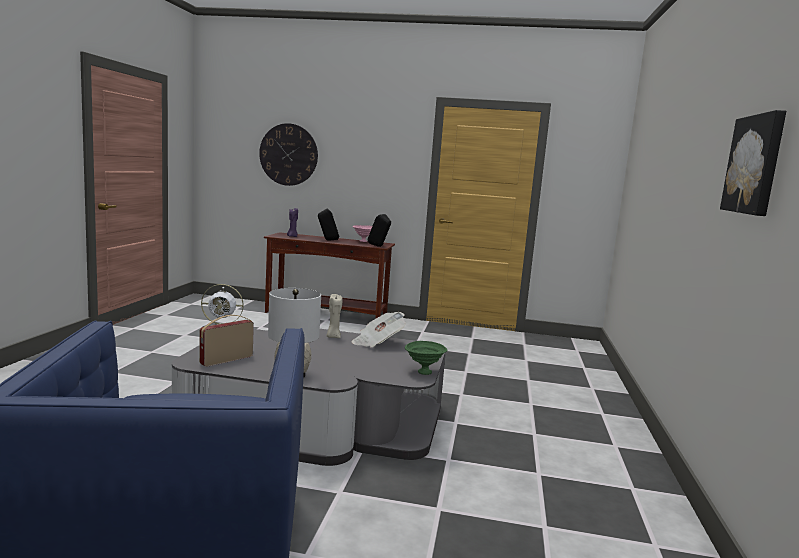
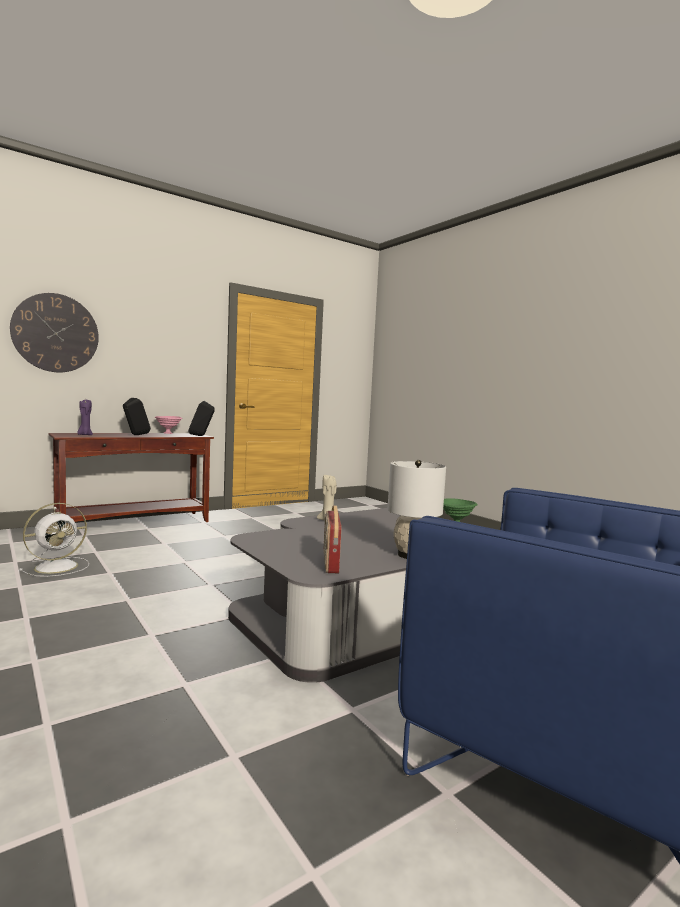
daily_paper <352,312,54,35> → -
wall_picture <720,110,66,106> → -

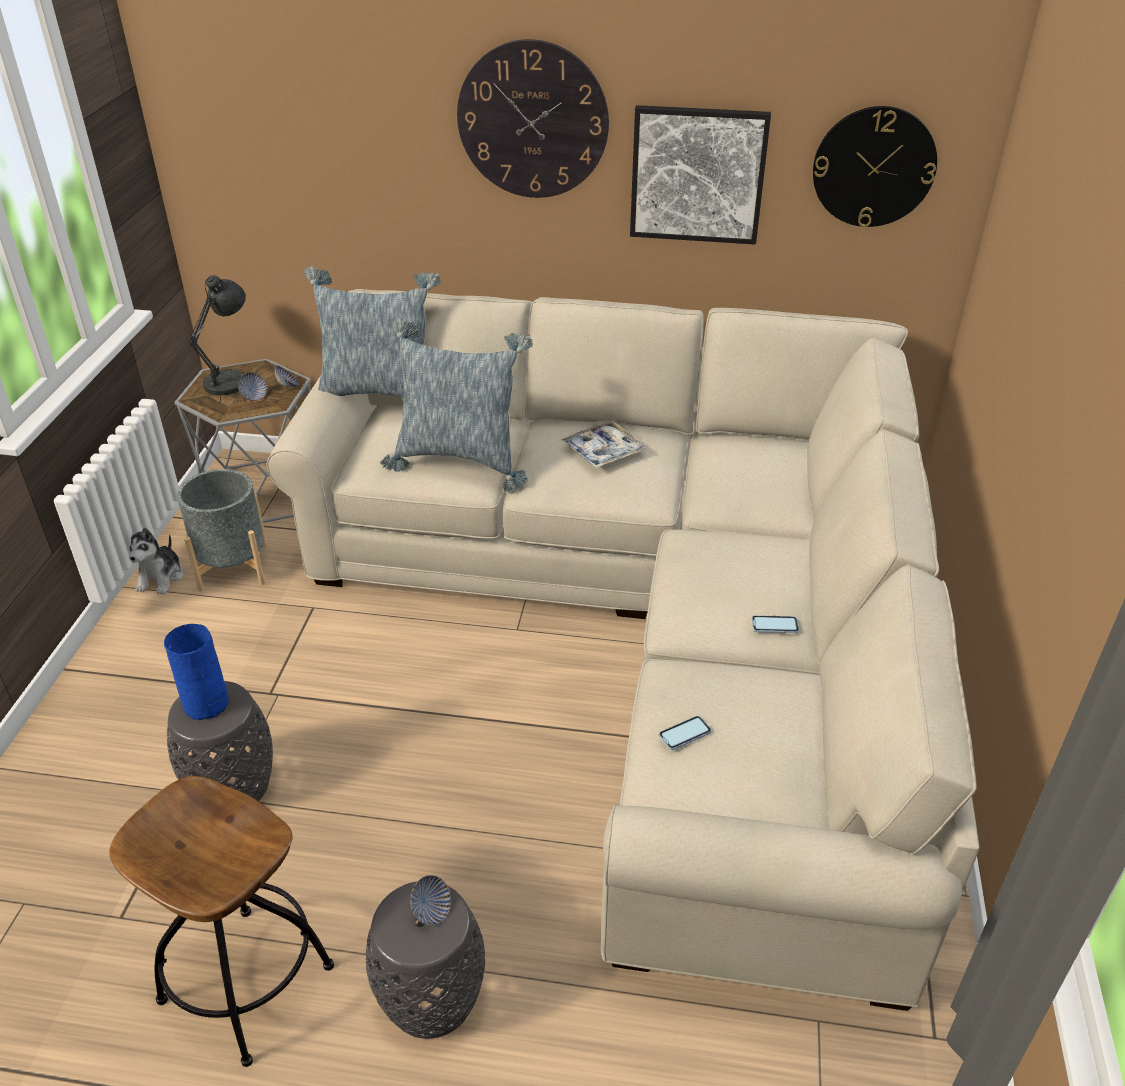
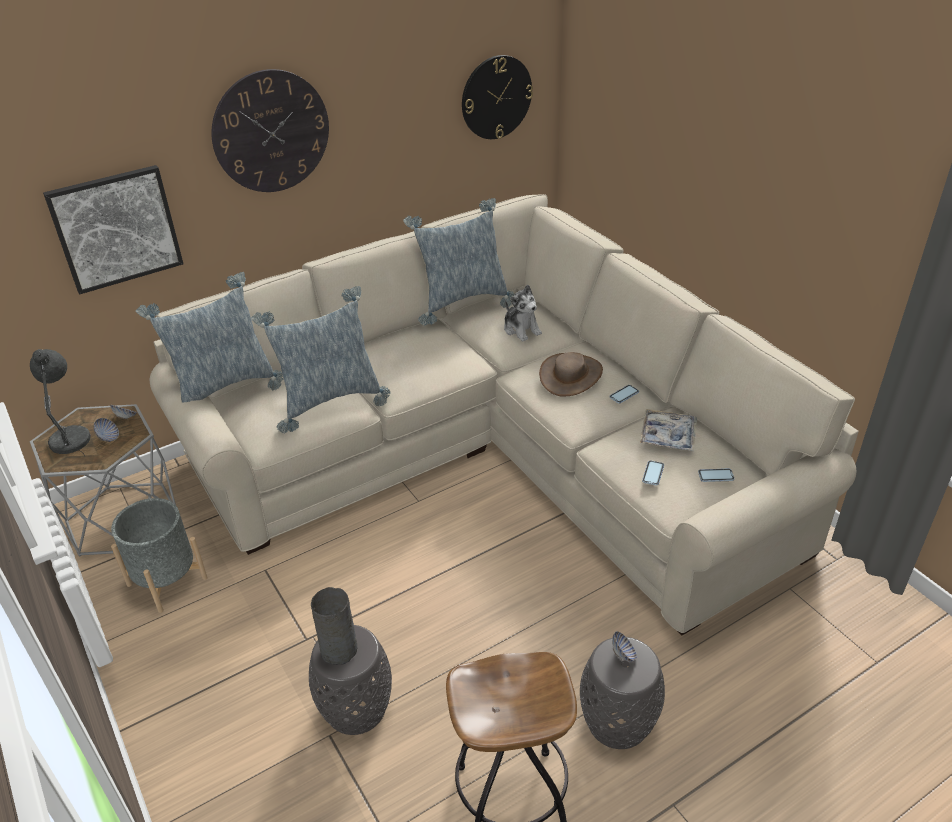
soft_toy <129,528,54,66> → soft_toy <504,285,38,56>, move
blue-coloured_flower_vase <164,624,65,96> → greyish_flower_vase <311,587,46,78>
carrying_tray <561,420,85,48> → carrying_tray <640,409,57,42>, move
wall_picture <630,105,141,140> → wall_picture <43,165,140,129>, move
- → pillow <403,198,112,127>
- → brown_clothing_hat <539,352,64,44>
- → handset <698,468,36,14>

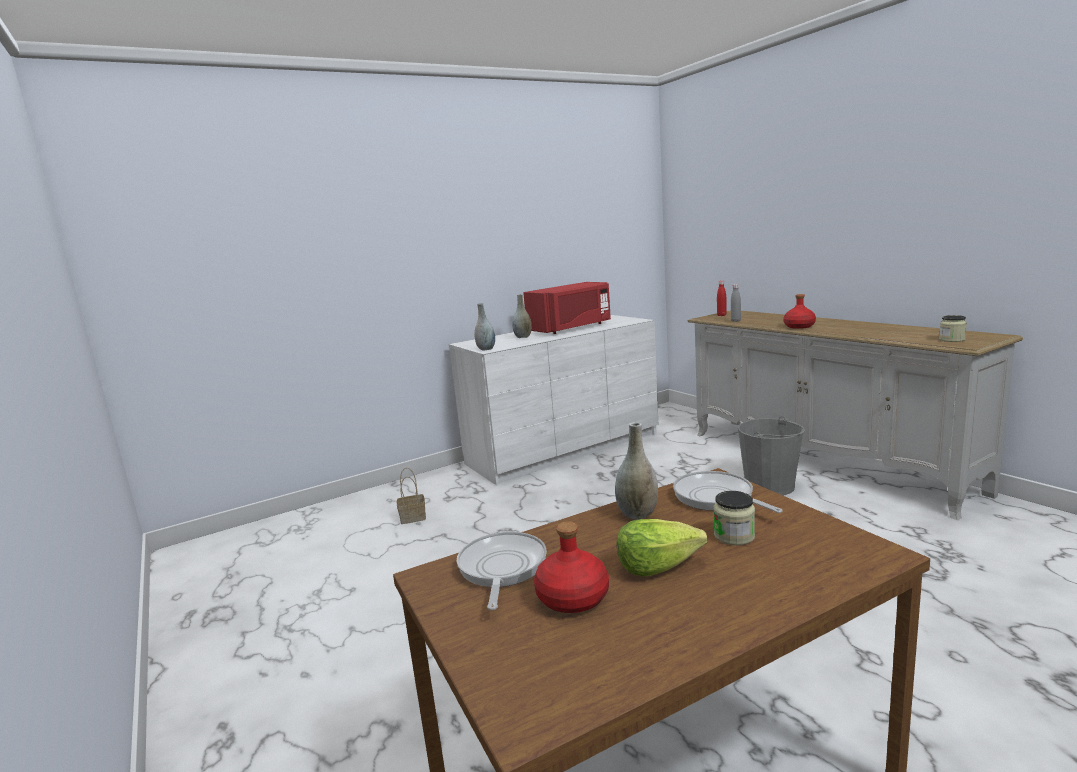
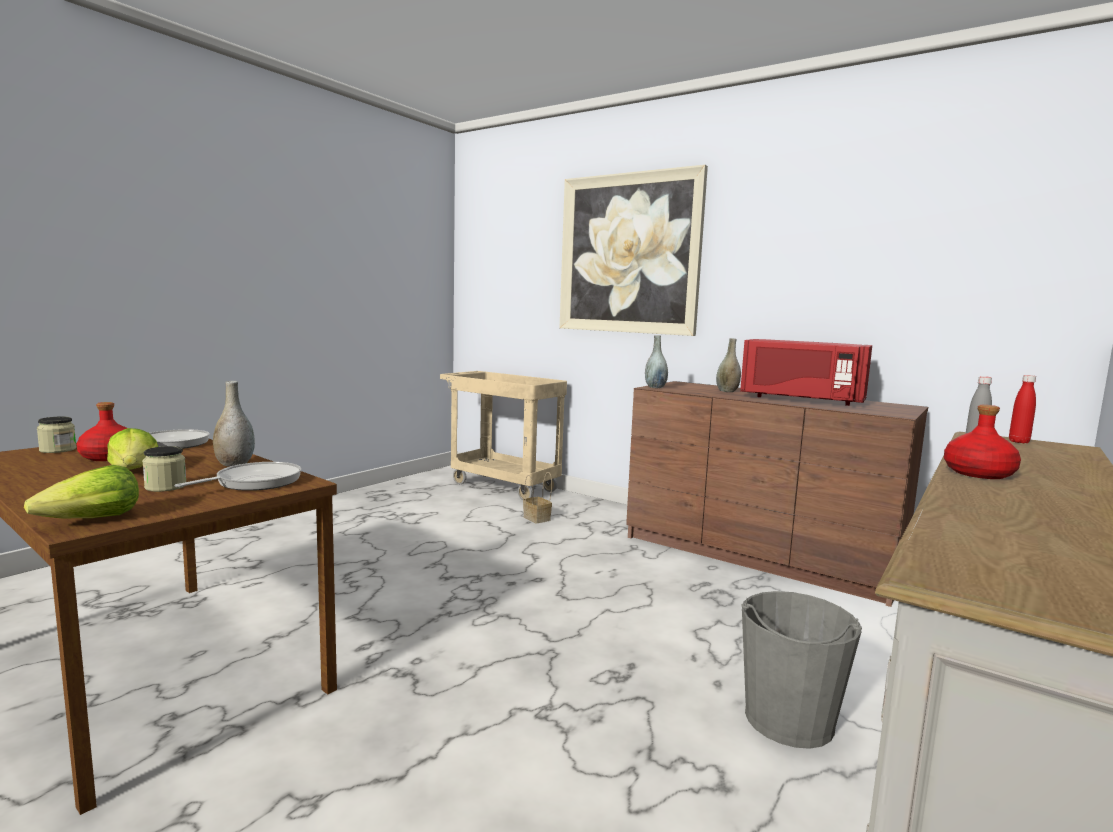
white-coloured_dresser <448,315,210,170> → brown_dresser <626,381,302,226>
preserve_jar <939,315,28,27> → preserve_jar <37,417,40,36>, move
- → lettuce <24,465,115,54>
- → sand-coloured_trolley <440,371,127,129>
- → wall_picture <560,165,148,171>

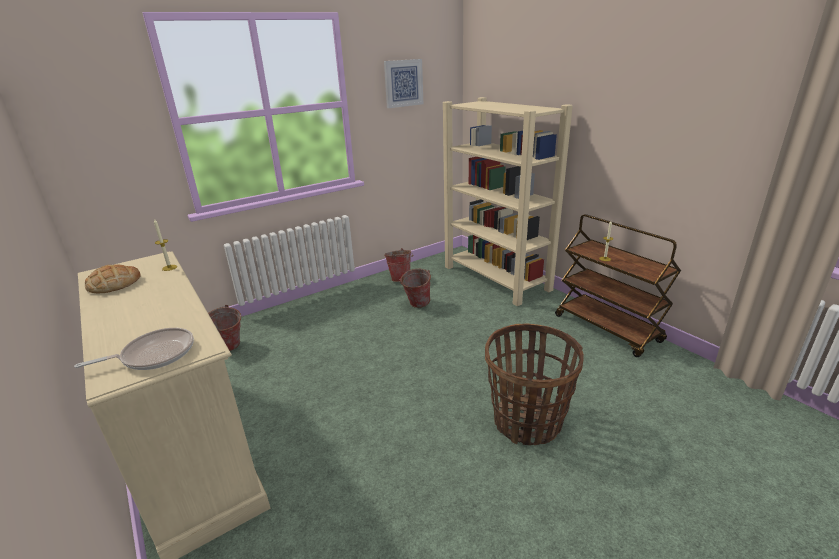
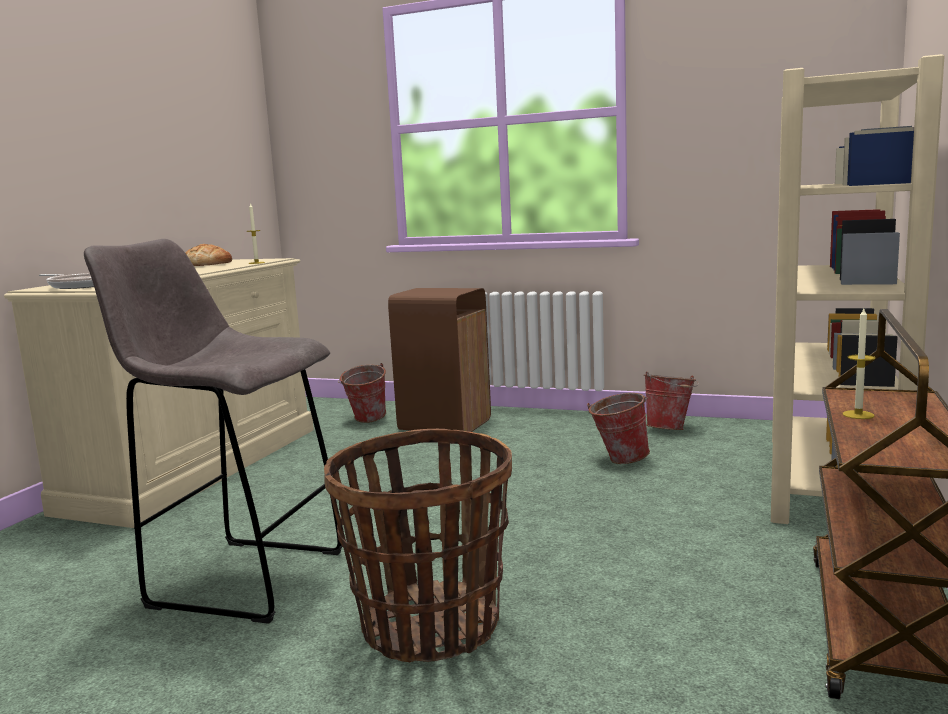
wall_picture <384,59,39,49> → -
- → greyish_stool <84,239,258,385>
- → brown_waste_bin <388,288,103,144>

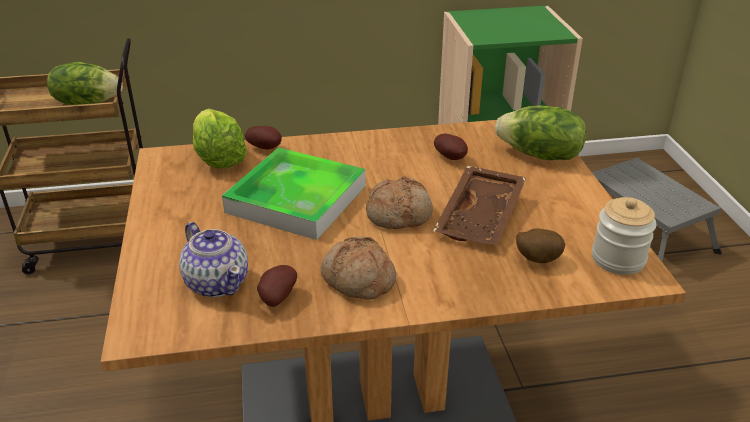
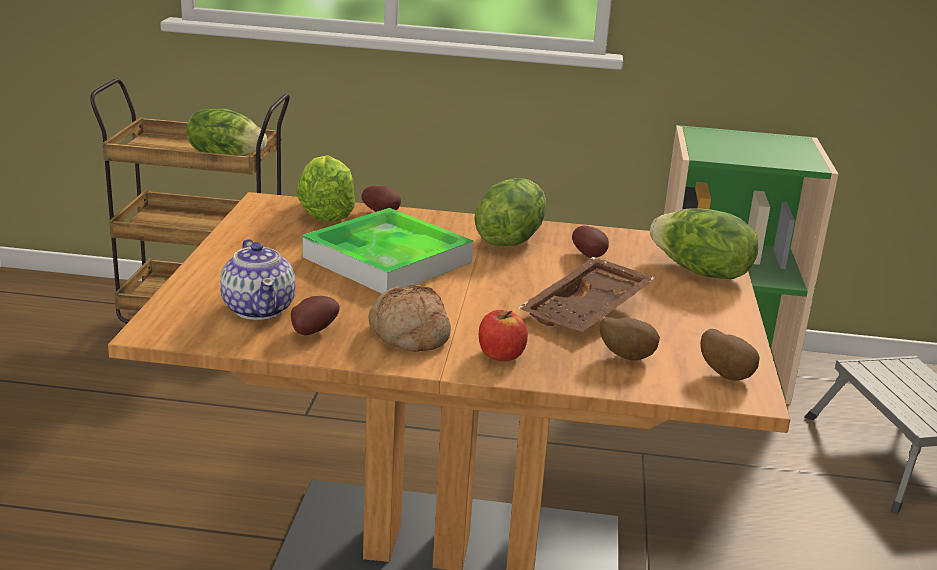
bakery_bread <366,176,67,53> → -
preserve_jar <592,197,64,78> → spud <700,329,60,52>
- → lettuce <474,178,72,68>
- → whole_apple <479,310,49,52>

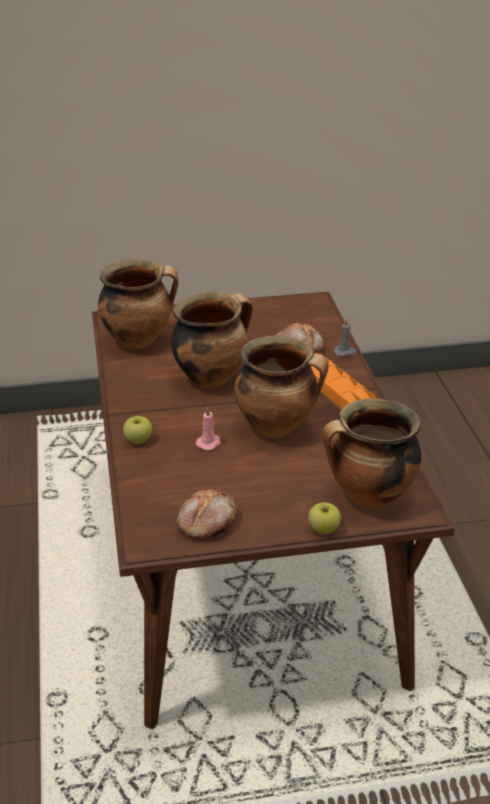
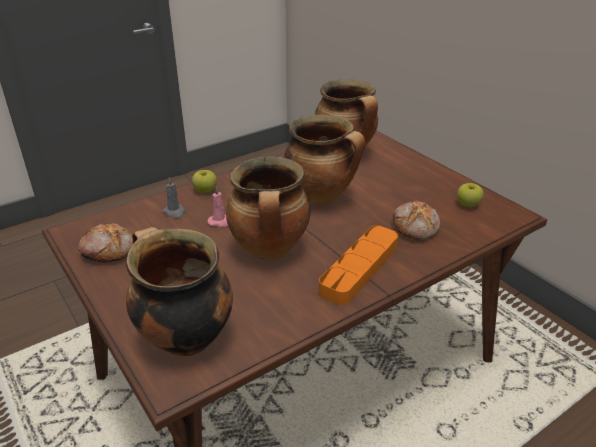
whole_apple <308,503,33,31> → whole_apple <457,183,27,24>, move
greyish_wax_candle <333,318,24,39> → greyish_wax_candle <163,177,22,42>, move

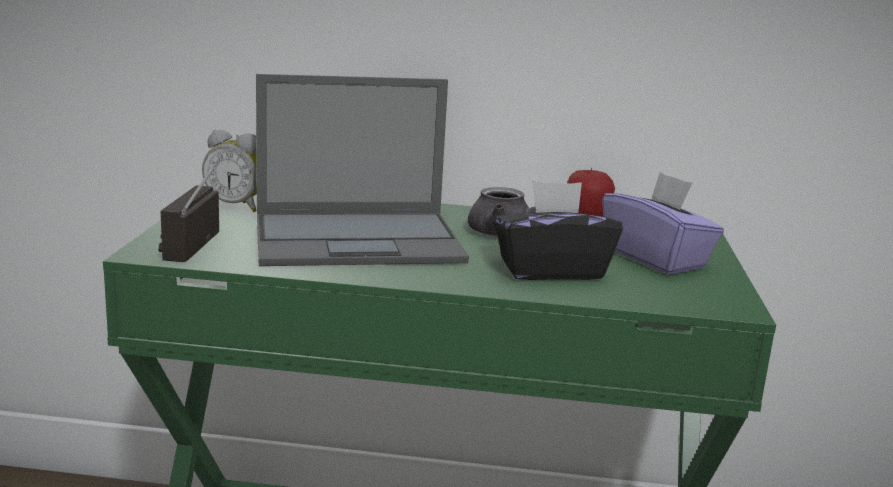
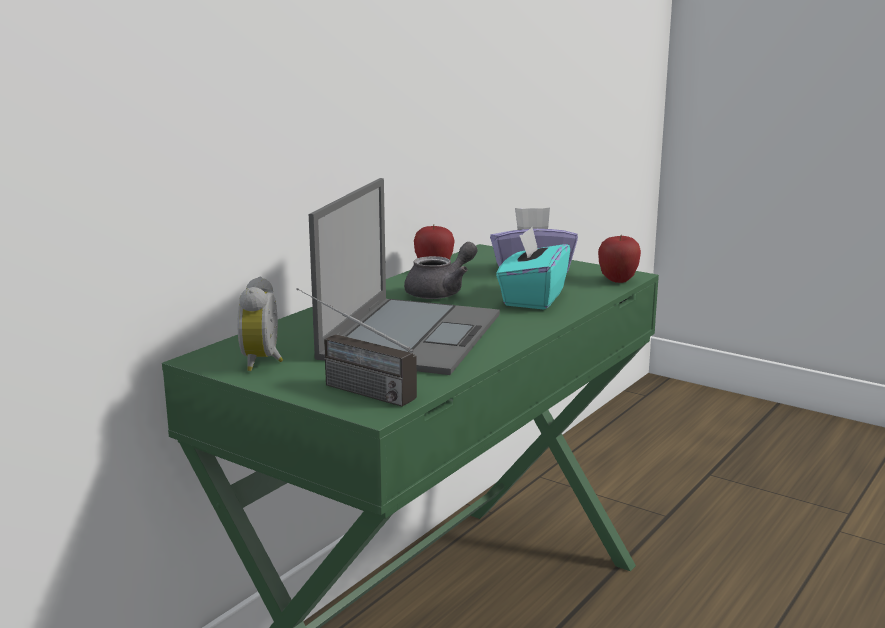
table_clock <202,130,55,82> → table_clock <237,277,46,94>, 135 degrees clockwise
black_tissue_box <494,181,129,99> → turquoise_tissue_box <496,227,74,83>
- → whole_apple <598,235,43,48>

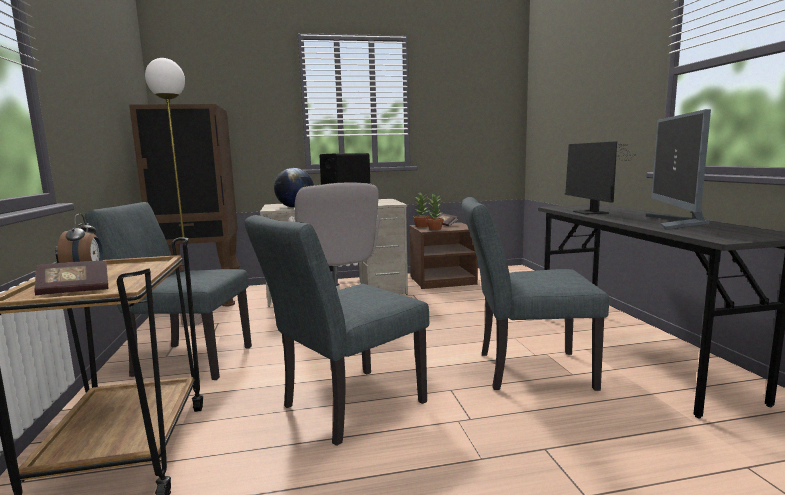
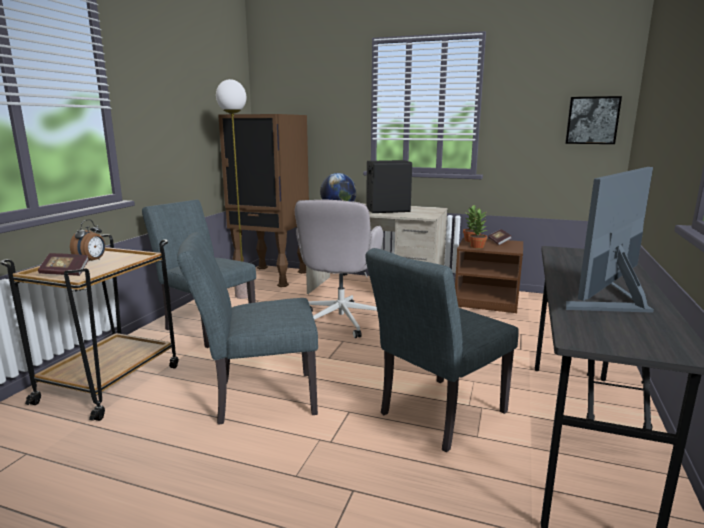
greyish_chair <462,197,147,194> → greyish_chair <365,248,154,204>, 75 degrees counterclockwise
computer_display <565,141,67,74> → -
- → wall_picture <565,96,57,48>

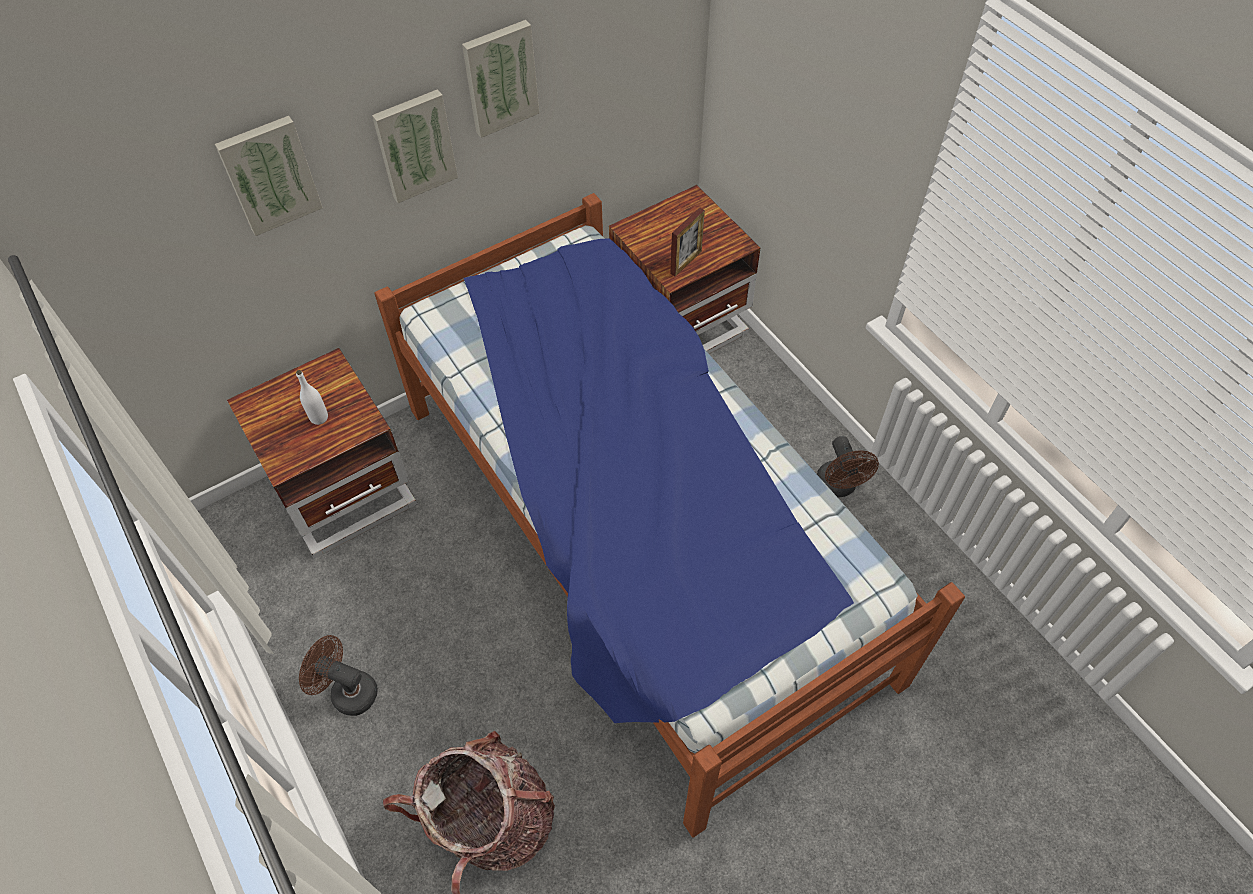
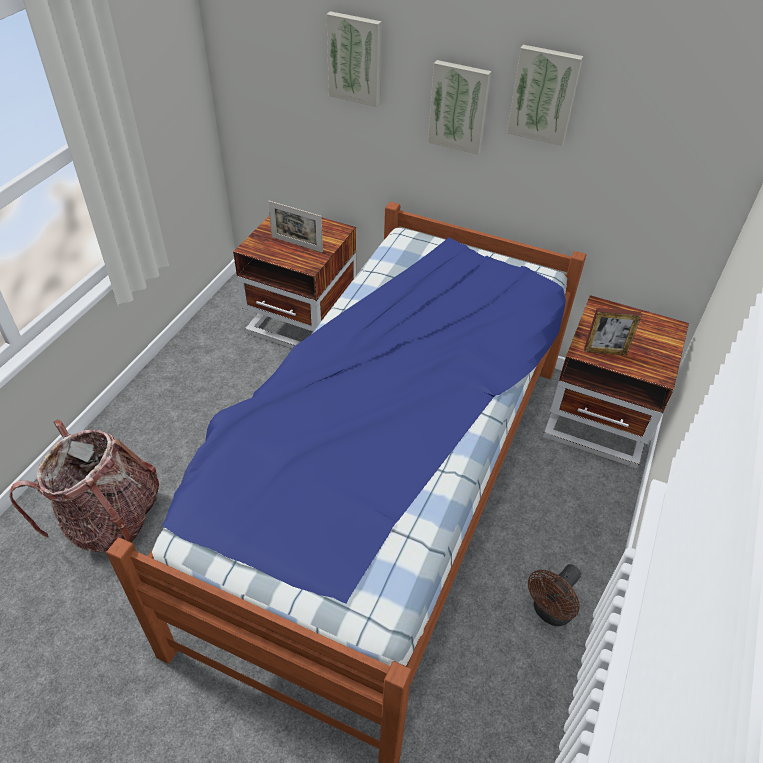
white-coloured_bottle <296,370,32,55> → picture_frame <268,200,55,53>
brown_cooling_fan <299,635,79,81> → -

